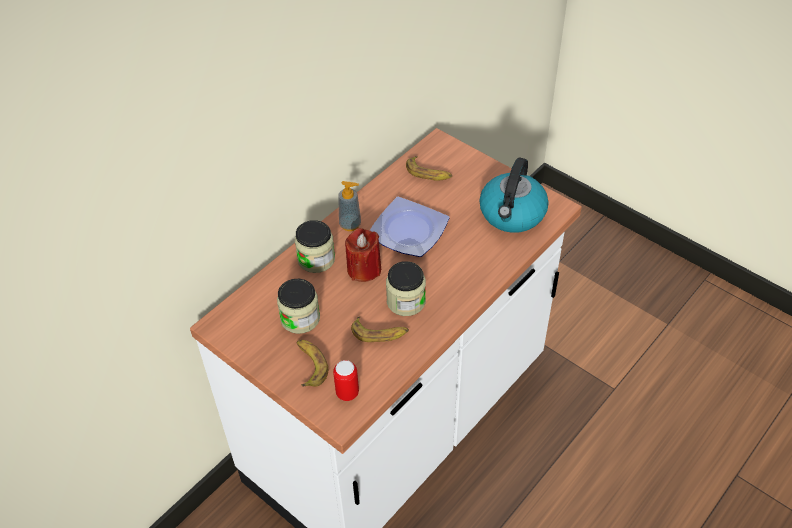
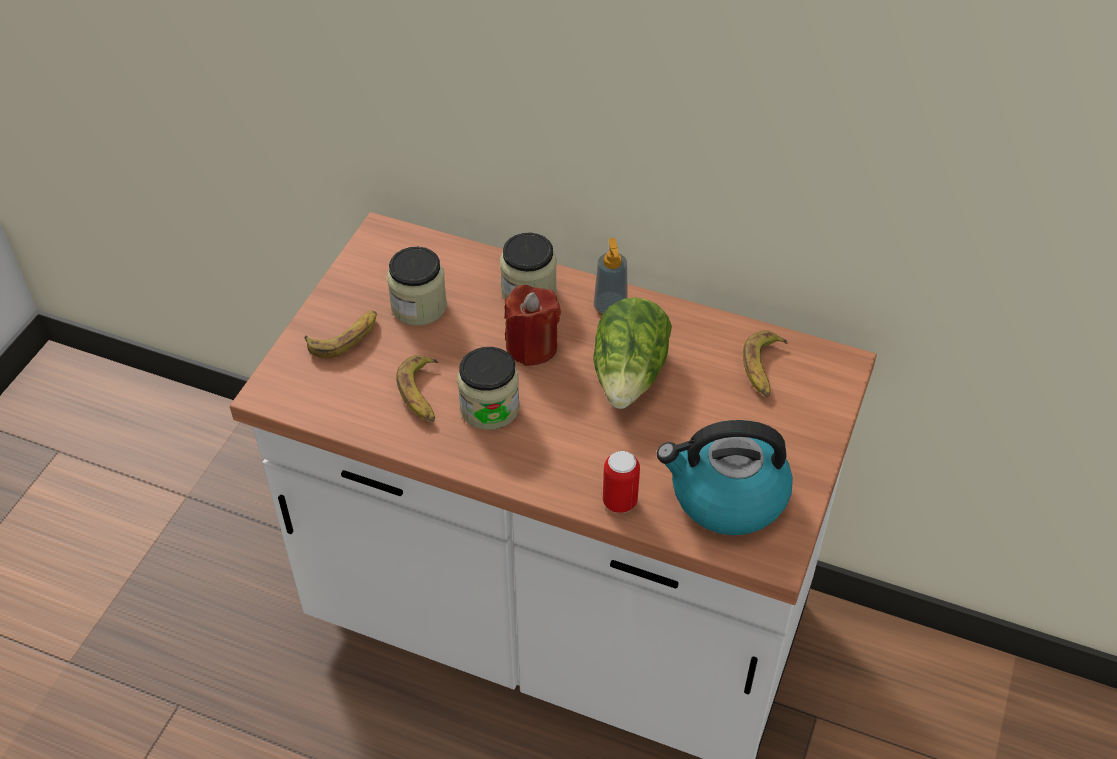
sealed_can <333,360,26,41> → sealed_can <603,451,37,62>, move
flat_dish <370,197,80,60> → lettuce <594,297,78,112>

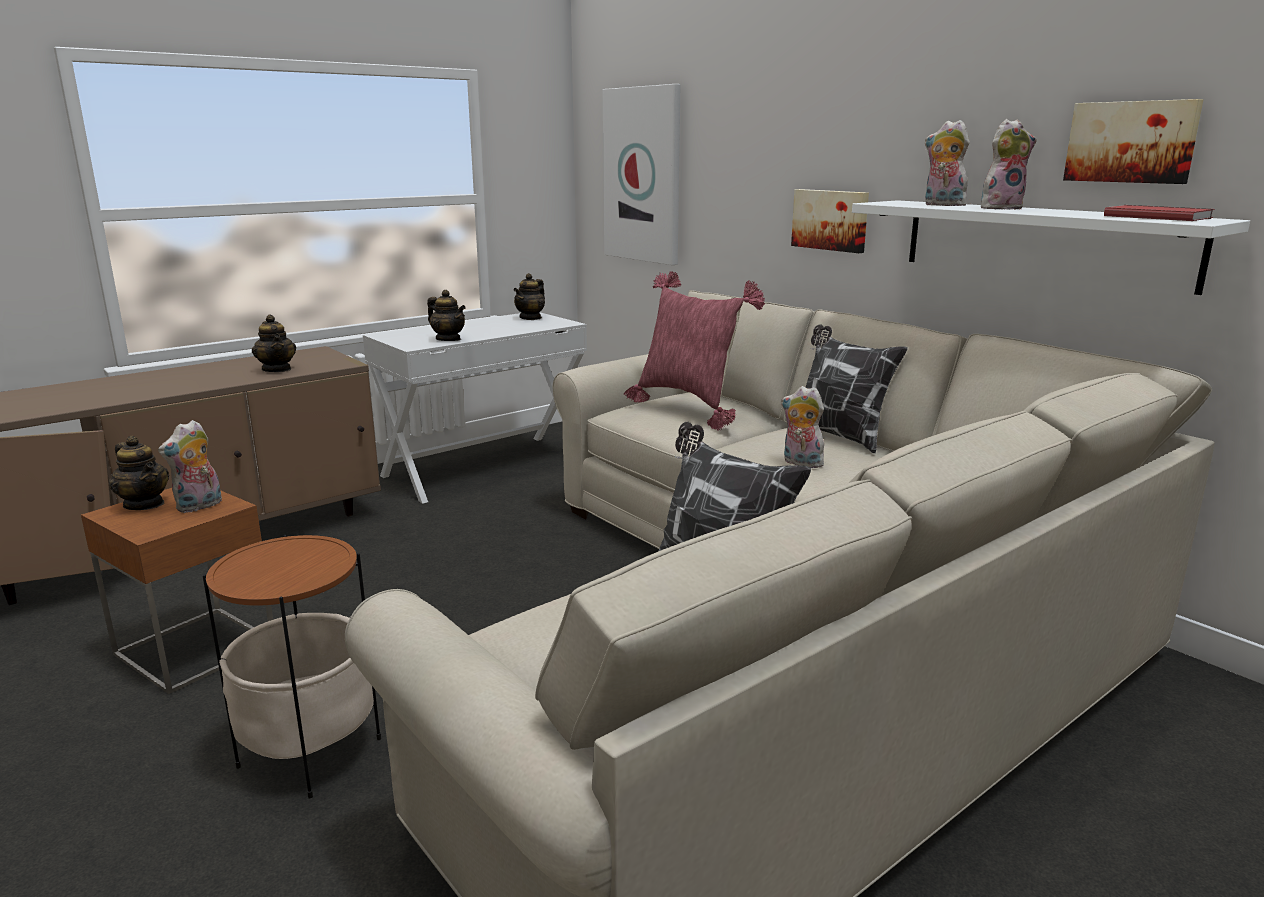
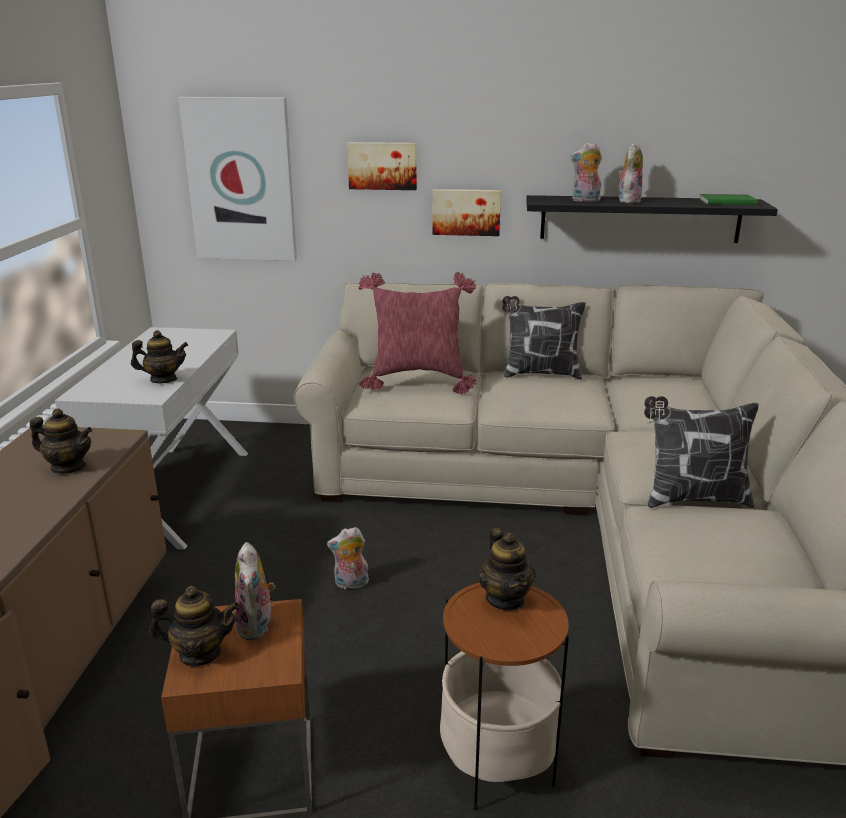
pot_for_tea <514,273,31,47> → pot_for_tea <478,528,57,83>, move
soft_toy <781,386,43,82> → soft_toy <327,527,42,62>, move
white-coloured_shelf <852,200,398,95> → black_shelf <526,195,252,48>
wall_picture <1063,99,141,85> → wall_picture <347,142,70,48>, move
red-coloured_volume <1104,205,111,16> → greenish_volume <700,194,58,11>

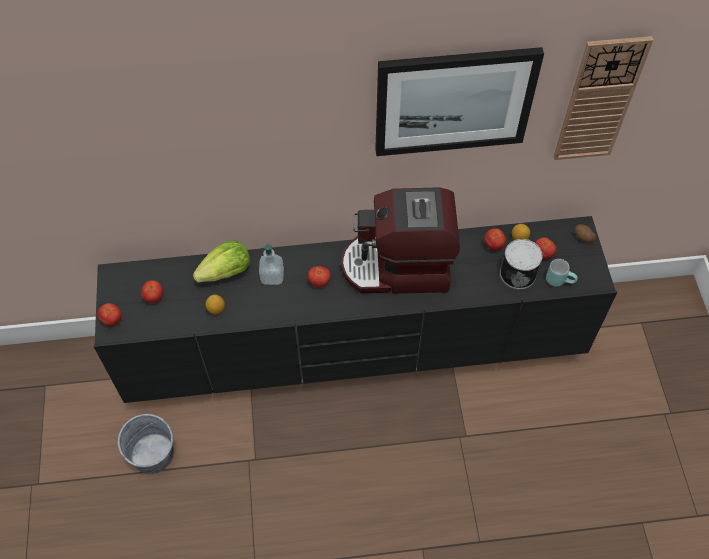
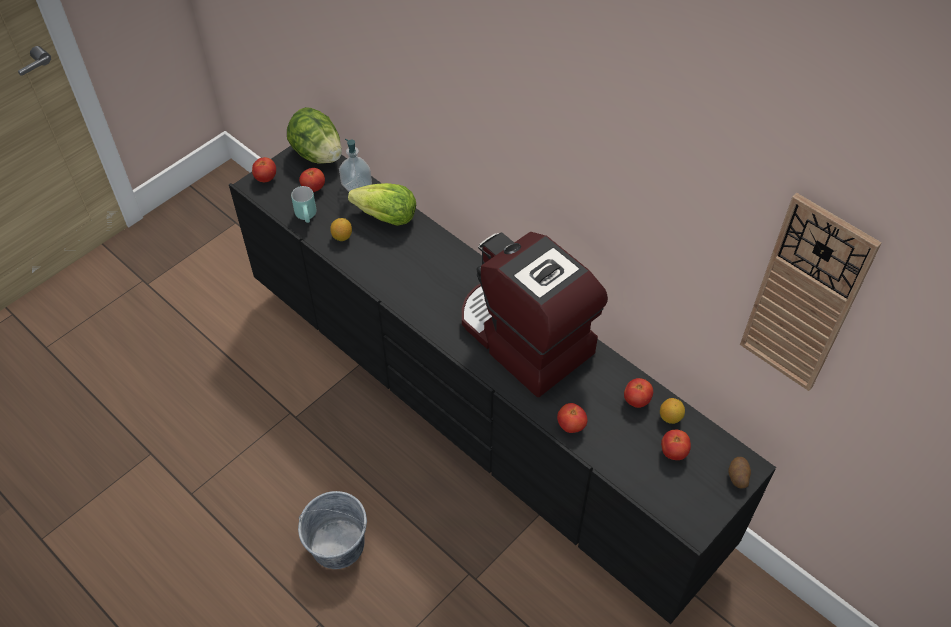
greyish_water_bucket <118,414,56,60> → greyish_water_bucket <298,491,69,78>, move
soap_dispenser <259,244,25,41> → soap_dispenser <339,139,33,53>, move
tomato <308,266,23,21> → tomato <557,403,30,30>, move
wall_picture <375,47,169,109> → -
sealed_can <500,239,43,50> → -
turquoise_tea_mug <546,259,32,28> → turquoise_tea_mug <291,186,25,37>, move
- → lettuce <287,107,55,57>

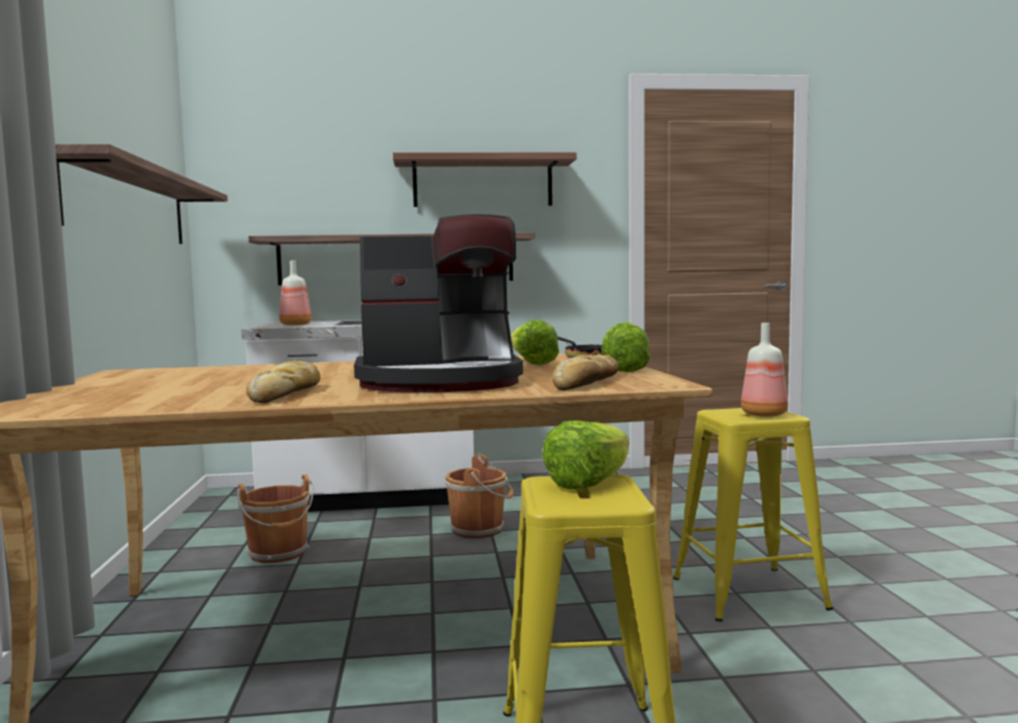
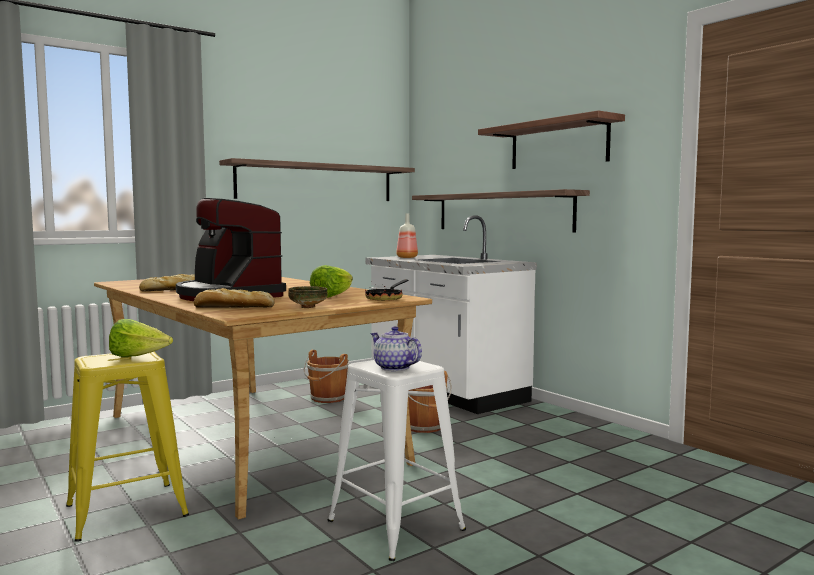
lettuce <601,322,49,50> → serving_bowl <288,286,39,22>
yellowish_stool <673,408,160,214> → white-coloured_stool <328,360,138,201>
bottle <741,323,47,94> → pot_for_tea <370,326,52,45>

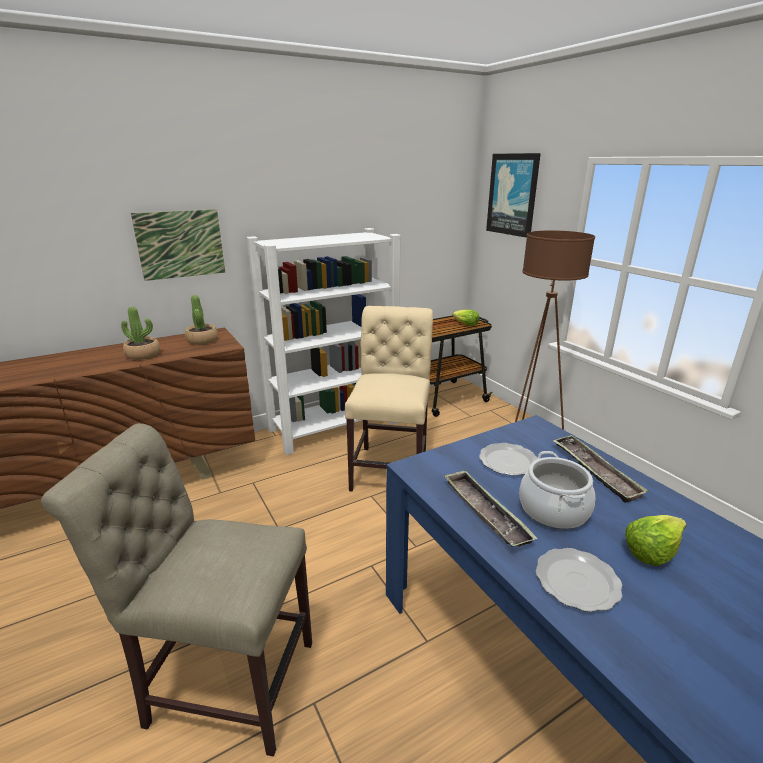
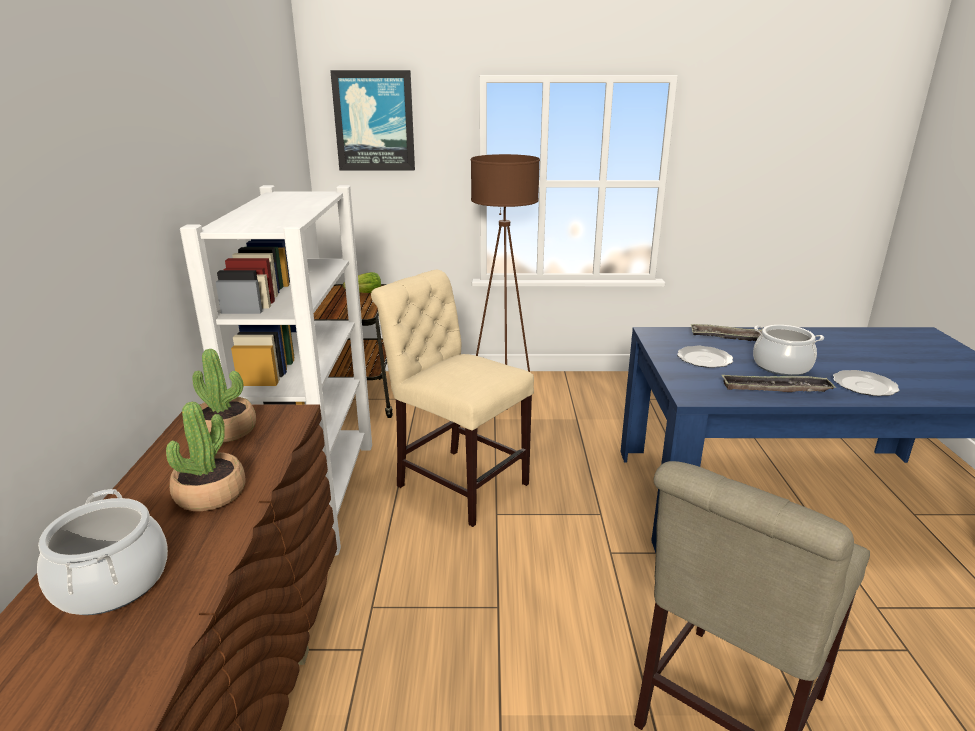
wall_picture <131,209,94,72> → -
lettuce <625,515,62,51> → -
- → cooking_pot <37,489,131,126>

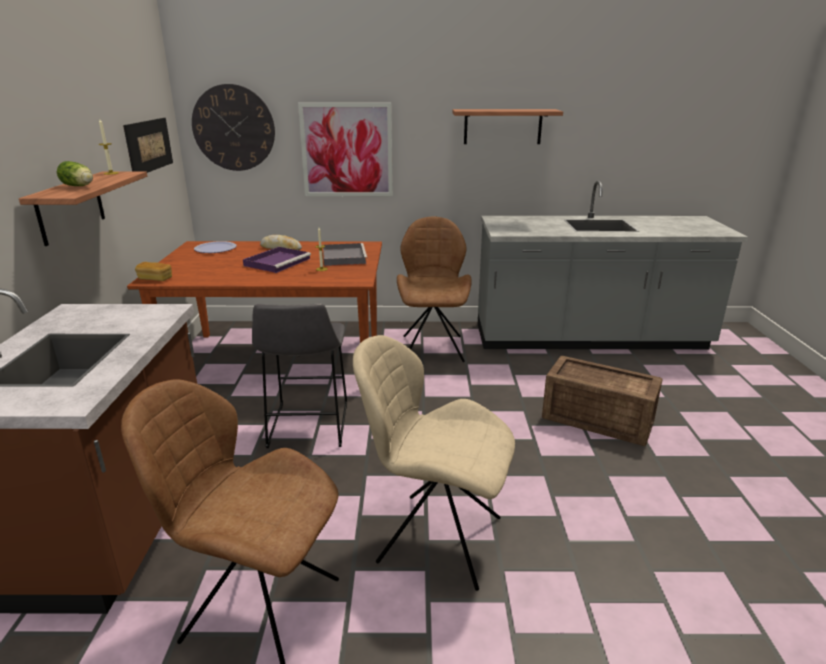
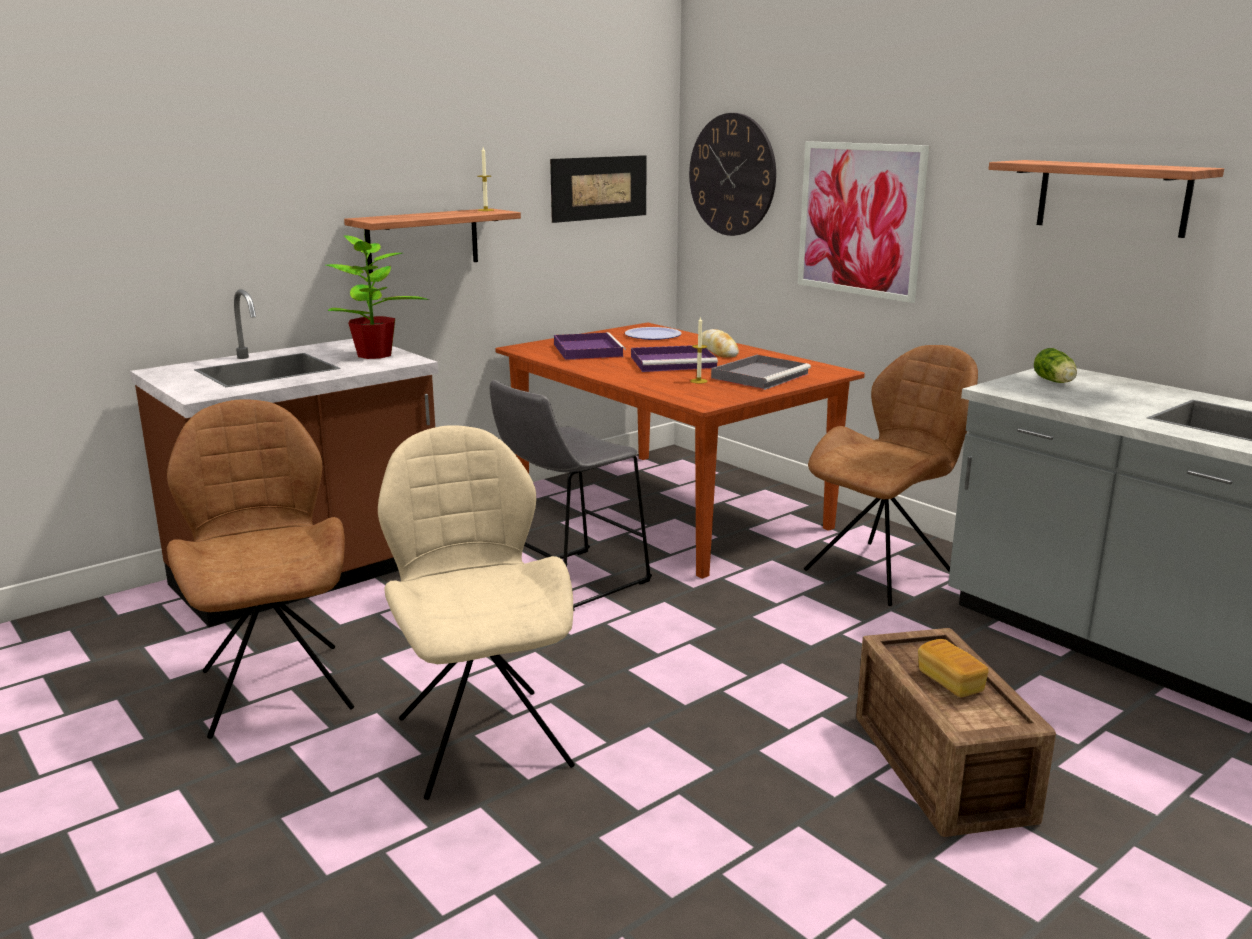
lettuce <57,161,36,25> → lettuce <1034,348,43,35>, move
bakery_bread <135,262,37,19> → bakery_bread <918,639,71,58>, move
- → plant_in_a_pot <326,231,103,128>
- → purple_carrying_tray <554,332,72,28>

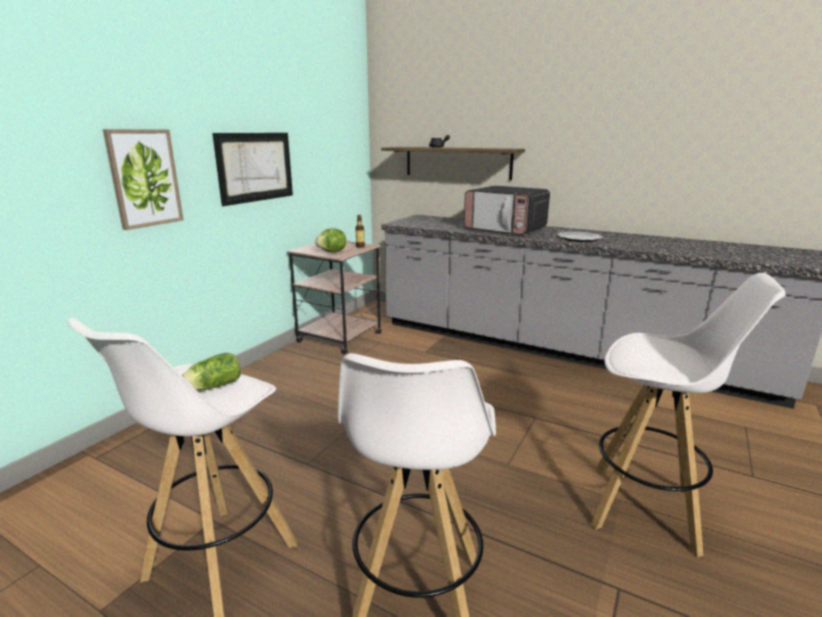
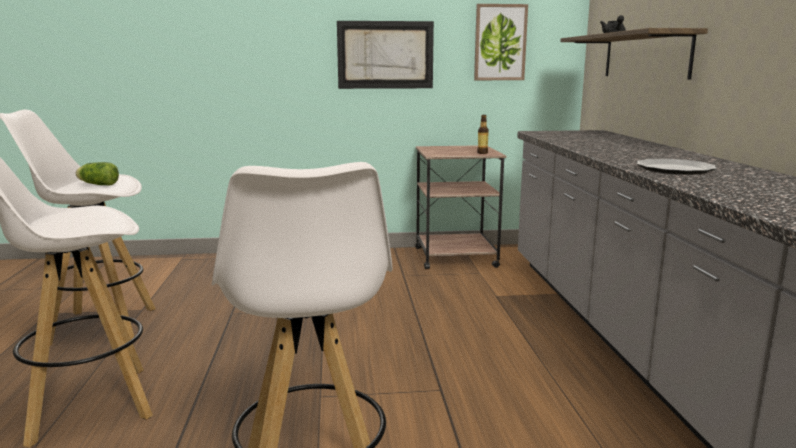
wall_picture <103,129,80,101> → wall_picture <474,4,54,76>, move
lettuce <315,228,31,25> → -
kitchen_microwave <464,186,86,49> → -

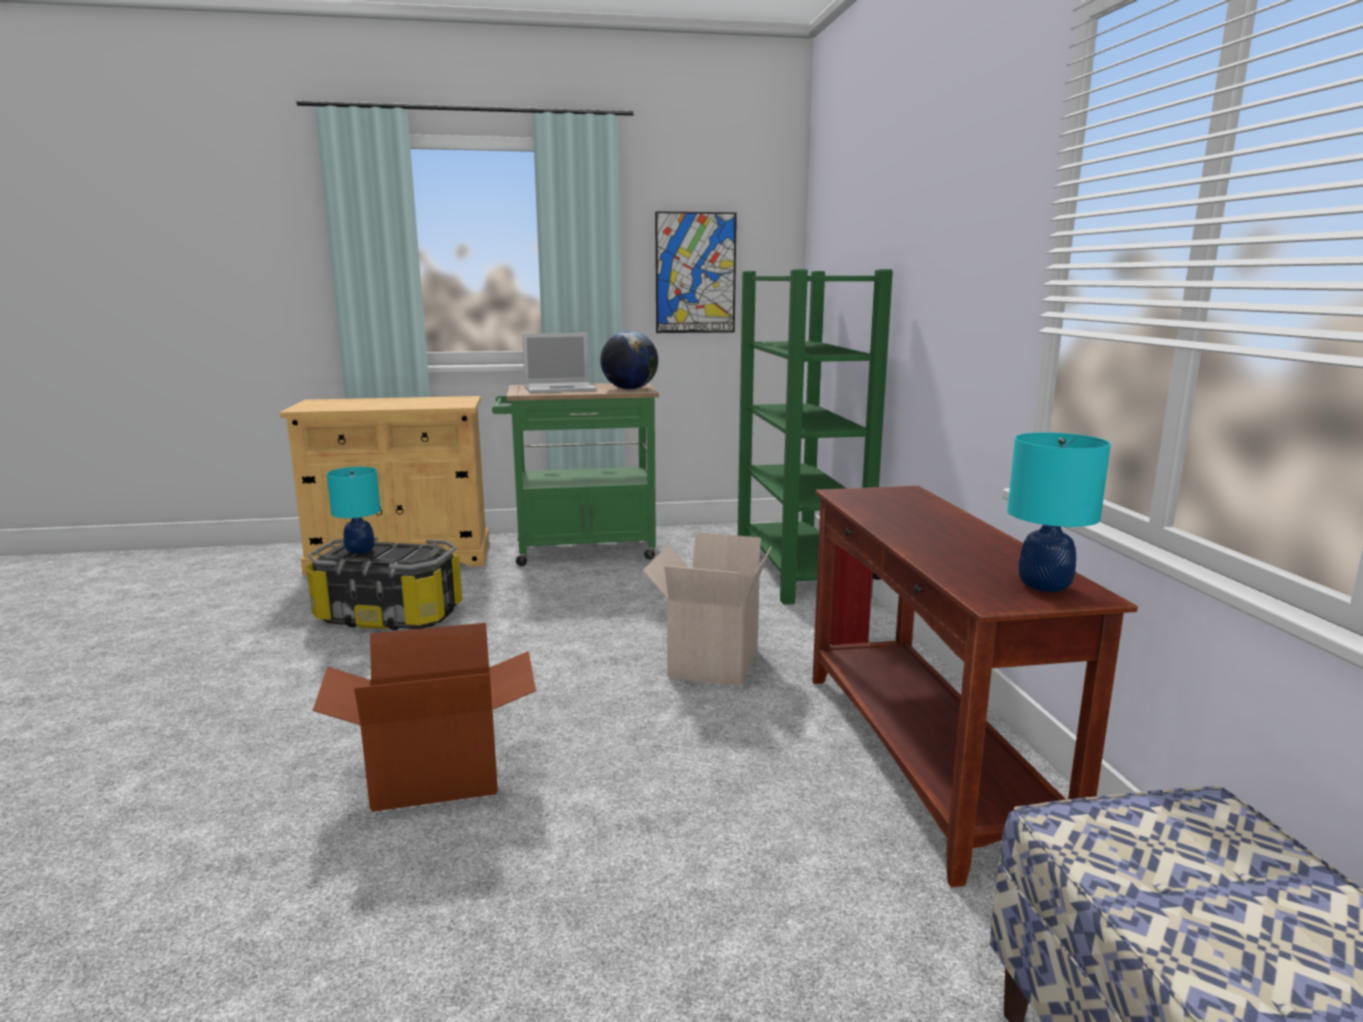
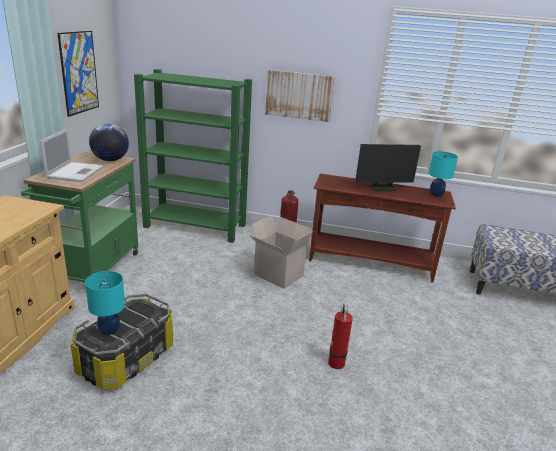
carton <312,623,224,189> → extinguisher <328,304,25,65>
- → wall_picture <265,70,70,52>
- → computer_display <355,144,66,47>

